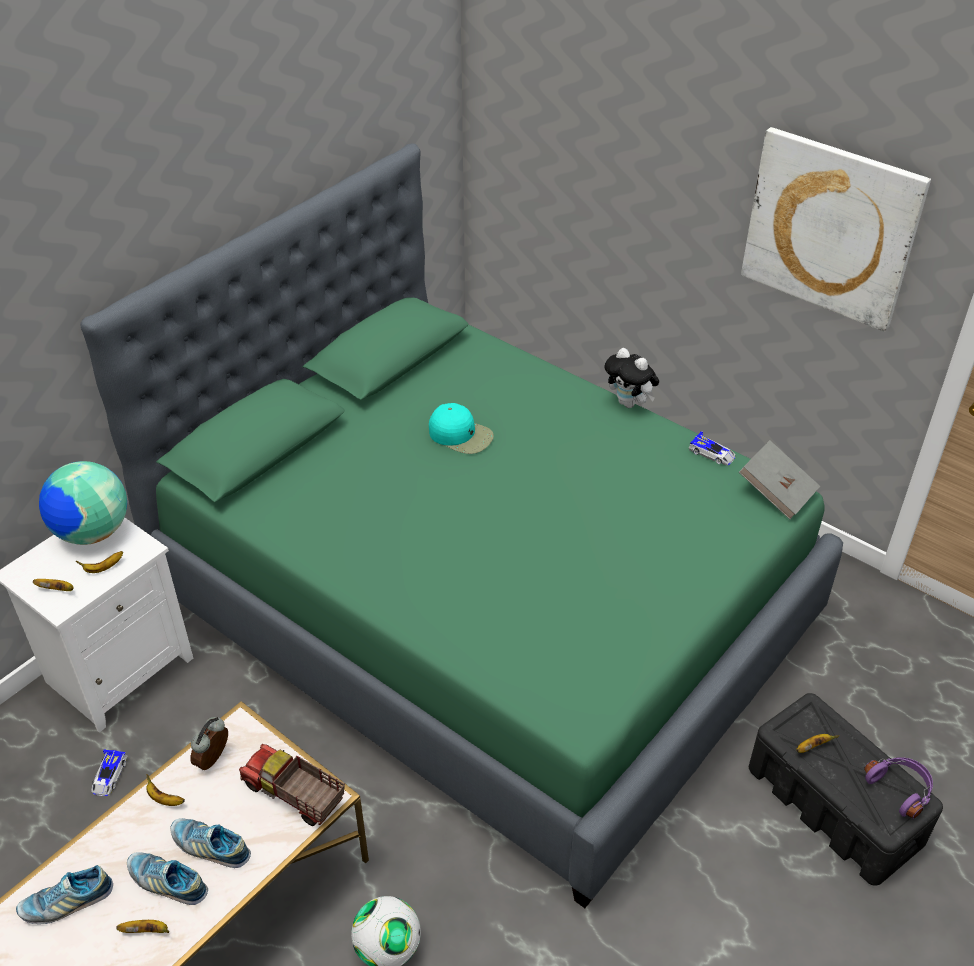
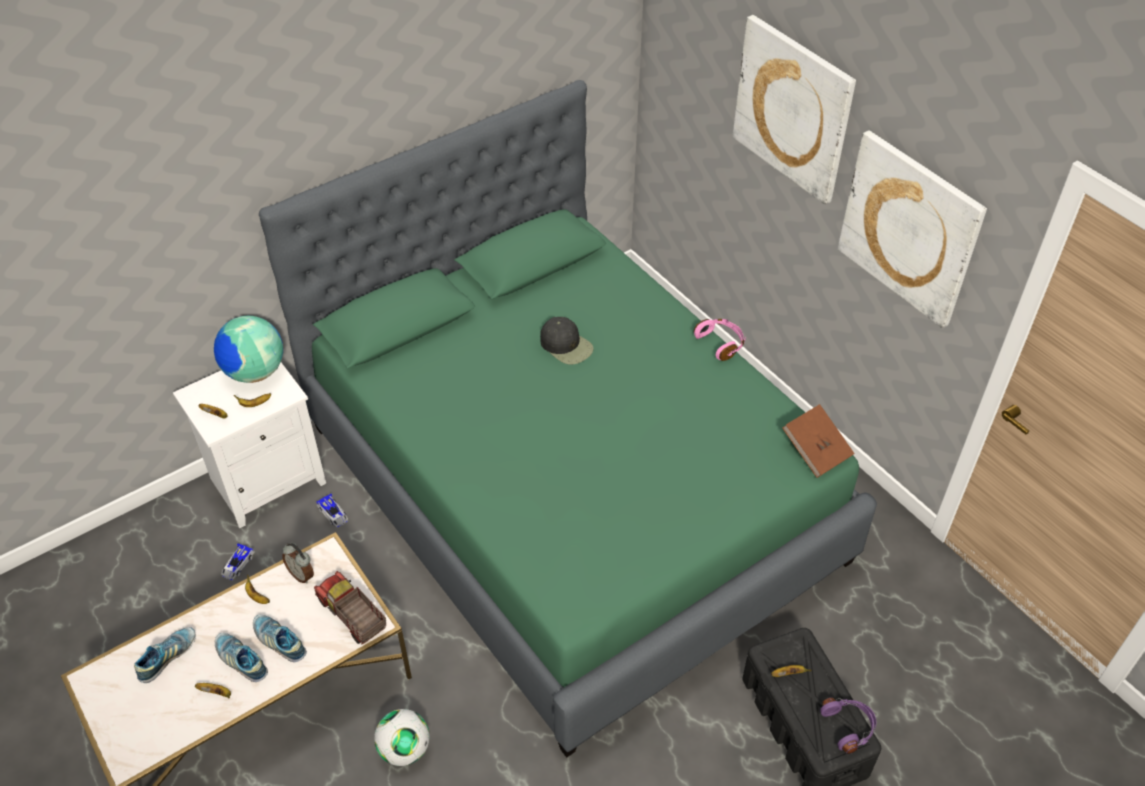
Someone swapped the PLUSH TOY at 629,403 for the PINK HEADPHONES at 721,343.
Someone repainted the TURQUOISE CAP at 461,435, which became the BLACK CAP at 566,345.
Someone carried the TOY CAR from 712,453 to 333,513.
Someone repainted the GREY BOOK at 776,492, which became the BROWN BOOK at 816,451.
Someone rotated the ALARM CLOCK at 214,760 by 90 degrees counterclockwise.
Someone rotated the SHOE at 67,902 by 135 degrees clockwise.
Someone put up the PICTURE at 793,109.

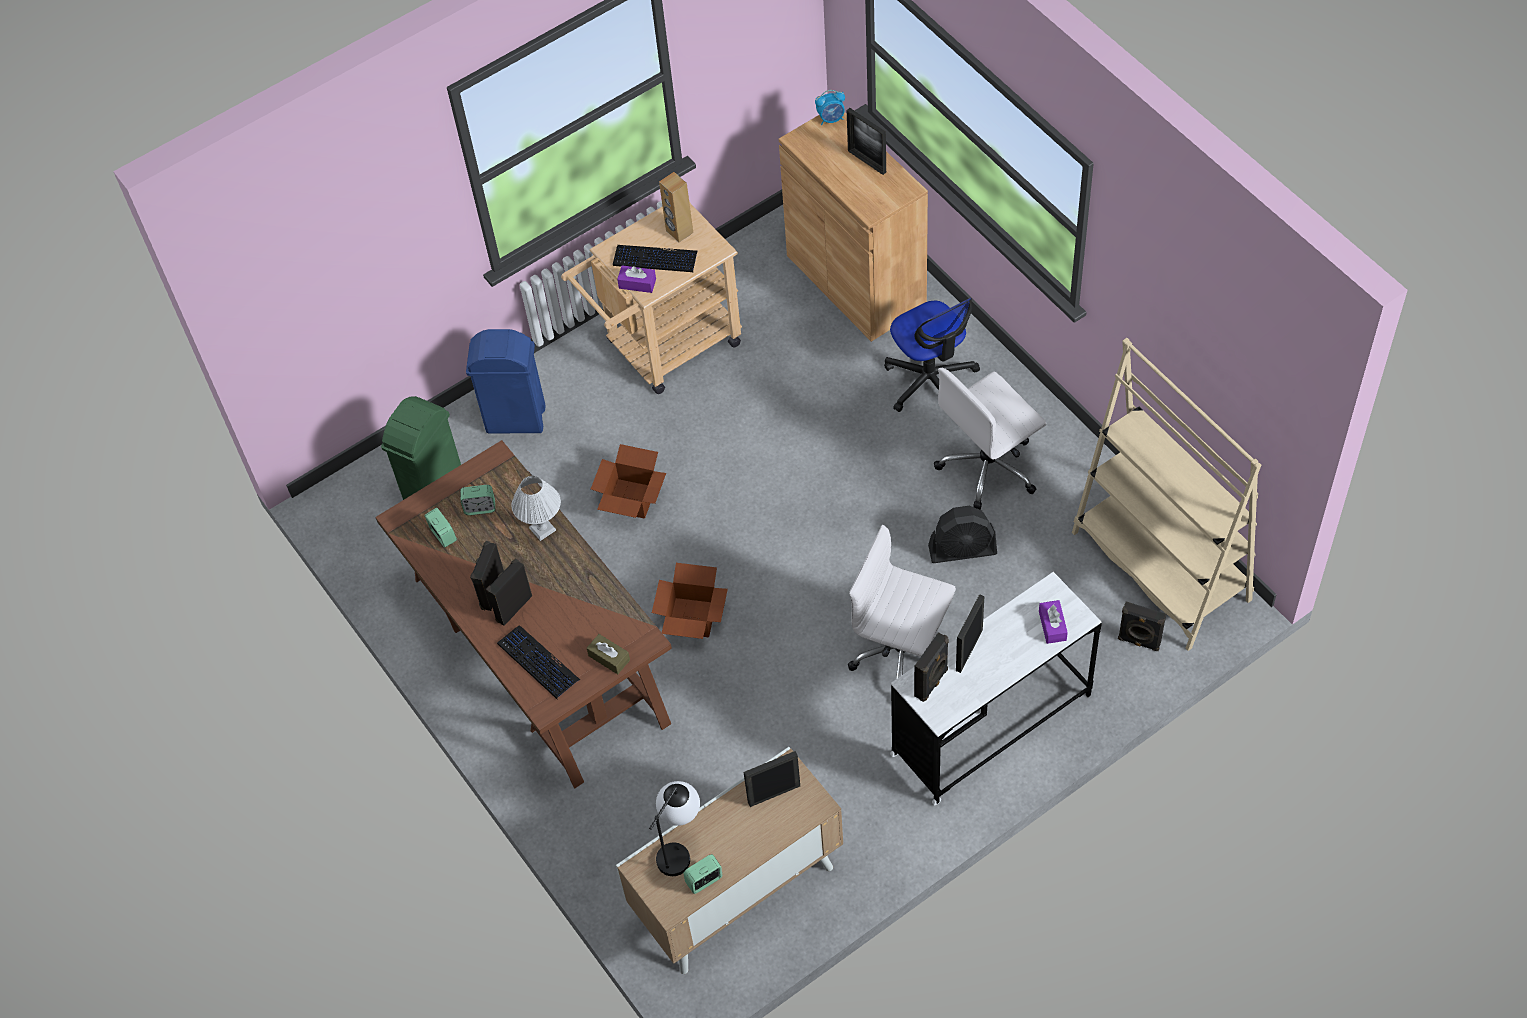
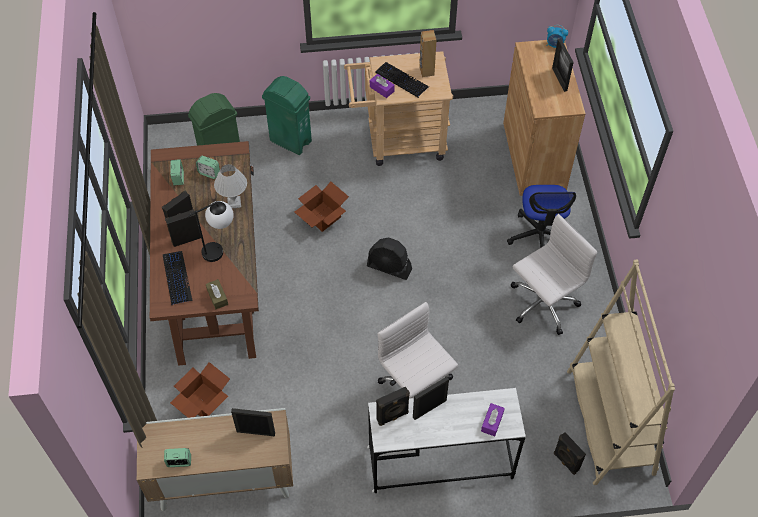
Someone repainted the BLUE TRASH CAN at 515,419, which became the GREEN TRASH CAN at 290,141.
Someone rotated the WHITE OFFICE CHAIR at 989,466 by 150 degrees clockwise.
Someone carried the BLACK FAN from 963,550 to 389,268.
Someone carried the CARDBOARD BOX from 691,618 to 202,401.
Someone carried the TABLE LAMP from 680,848 to 220,249.

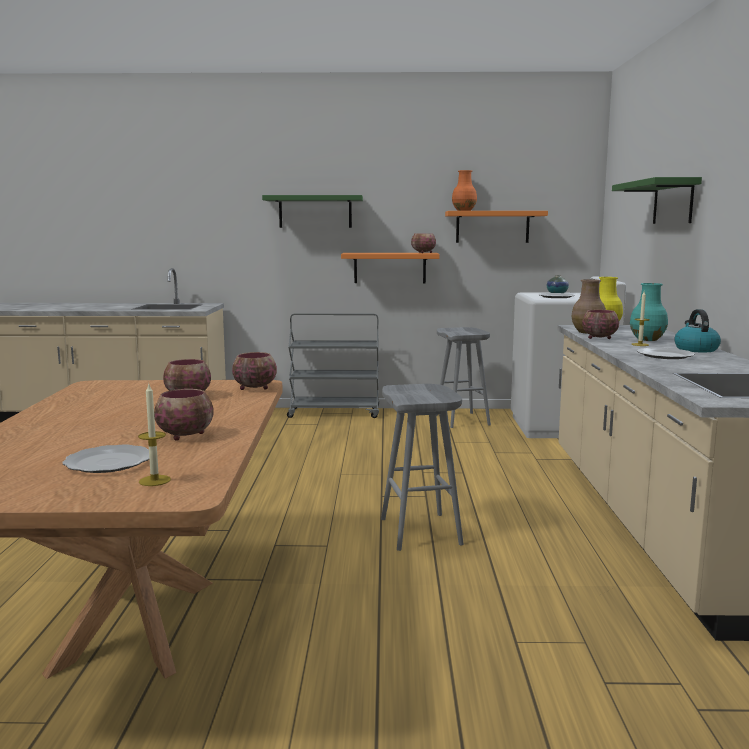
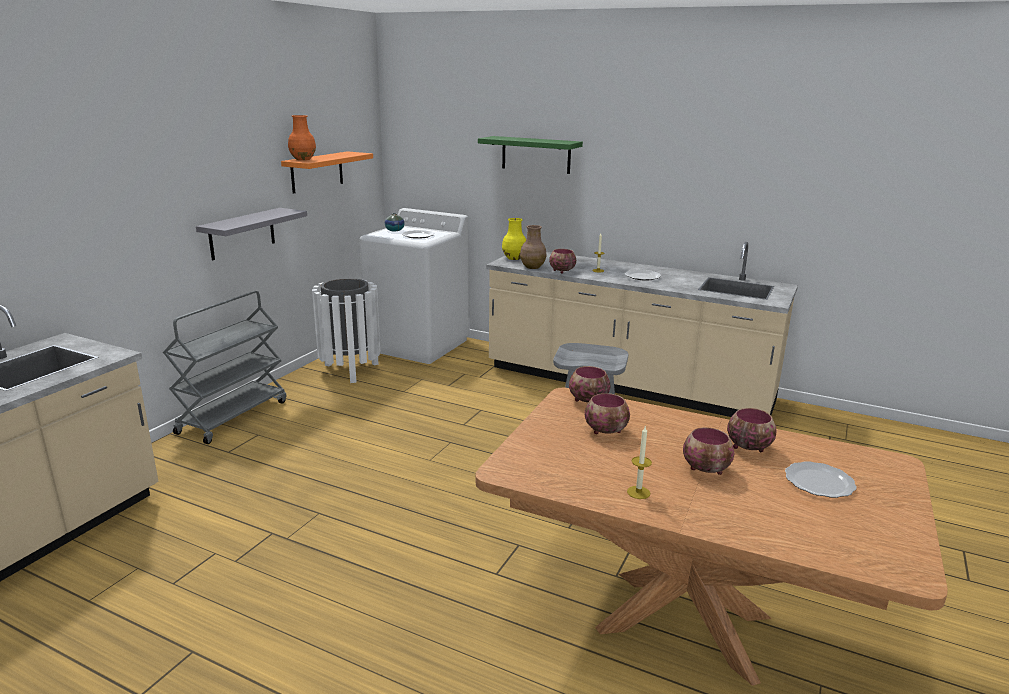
Someone took away the GREEN SHELF at 315,212.
Someone carried the BOWL from 423,253 to 707,469.
Someone repainted the ORANGE SHELF at 390,268, which became the GREY SHELF at 242,233.
Someone took away the TURQUOISE VASE at 647,339.
Someone took away the KETTLE at 695,349.
Someone swapped the GREY STOOL at 462,420 for the WHITE TRASH CAN at 350,370.
Someone carried the CANDLE from 154,480 to 638,492.

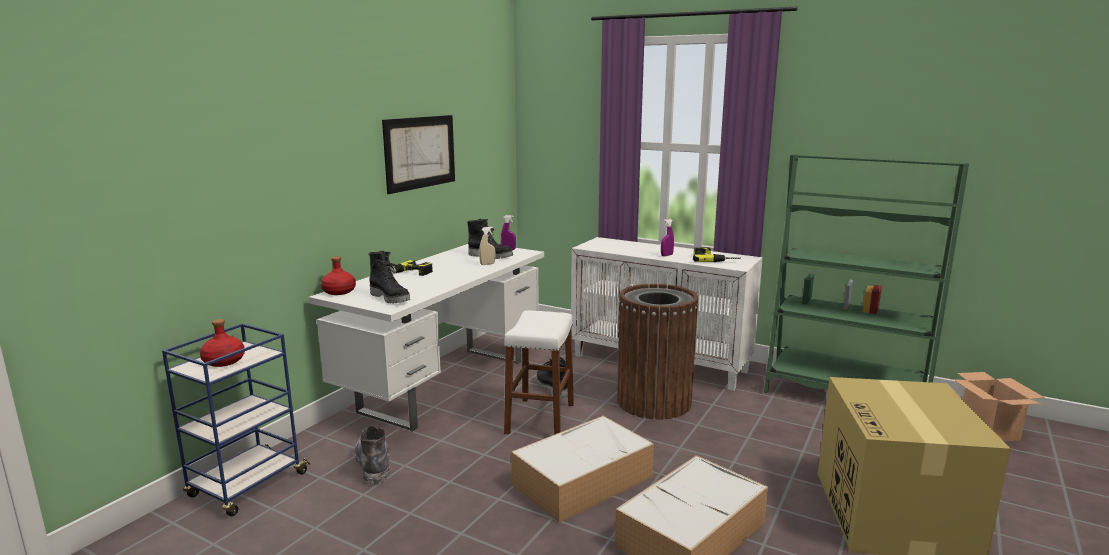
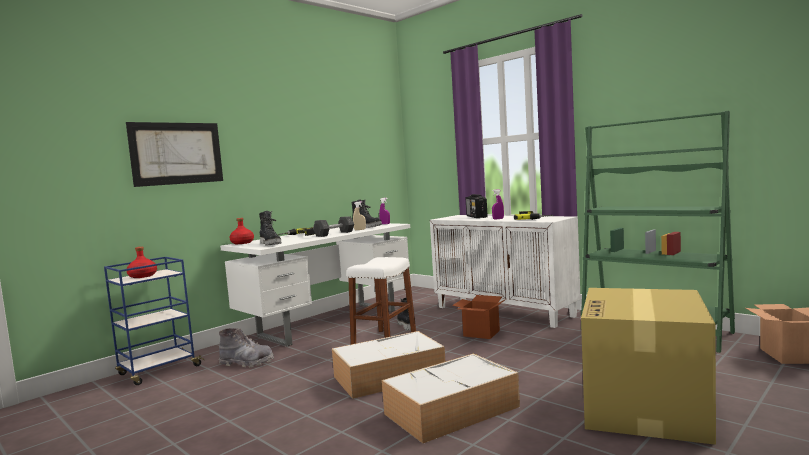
Someone carried the PICTURE from 420,152 to 177,153.
Someone swapped the BROWN TRASH CAN at 654,402 for the CARDBOARD BOX at 481,333.
Someone rotated the GREY BOOT at 373,465 by 105 degrees clockwise.
Someone put down the RADIO at 476,217.
Someone put down the GREY DUMBBELL at 334,234.

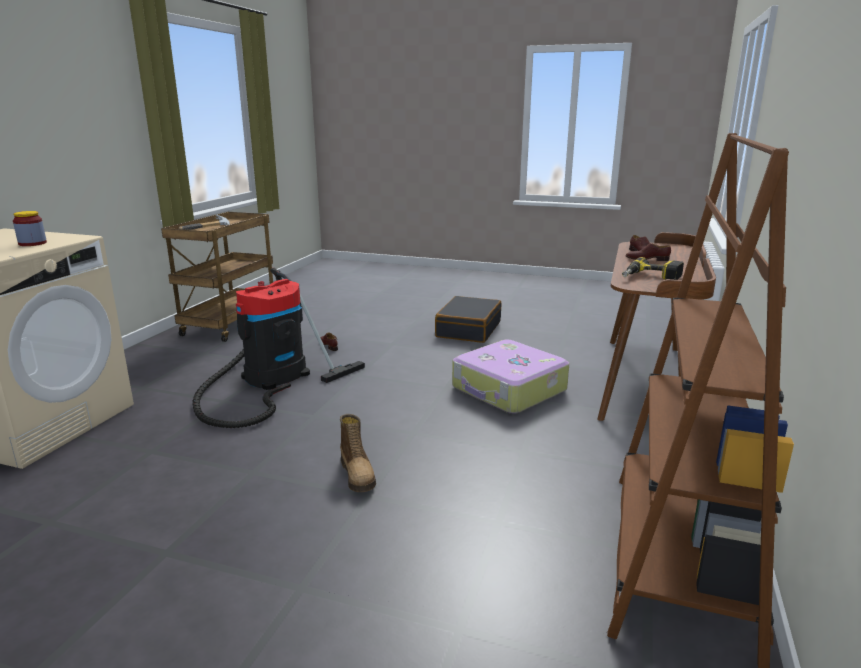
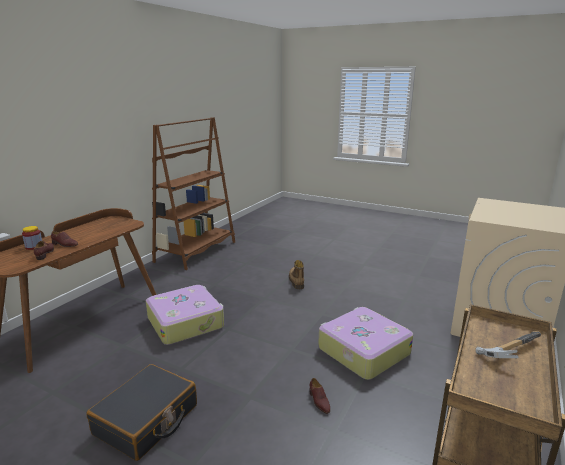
Someone carried the JAR from 32,243 to 34,246.
Someone took away the POWER DRILL at 650,278.
Someone swapped the VACUUM CLEANER at 270,379 for the SUITCASE at 362,351.

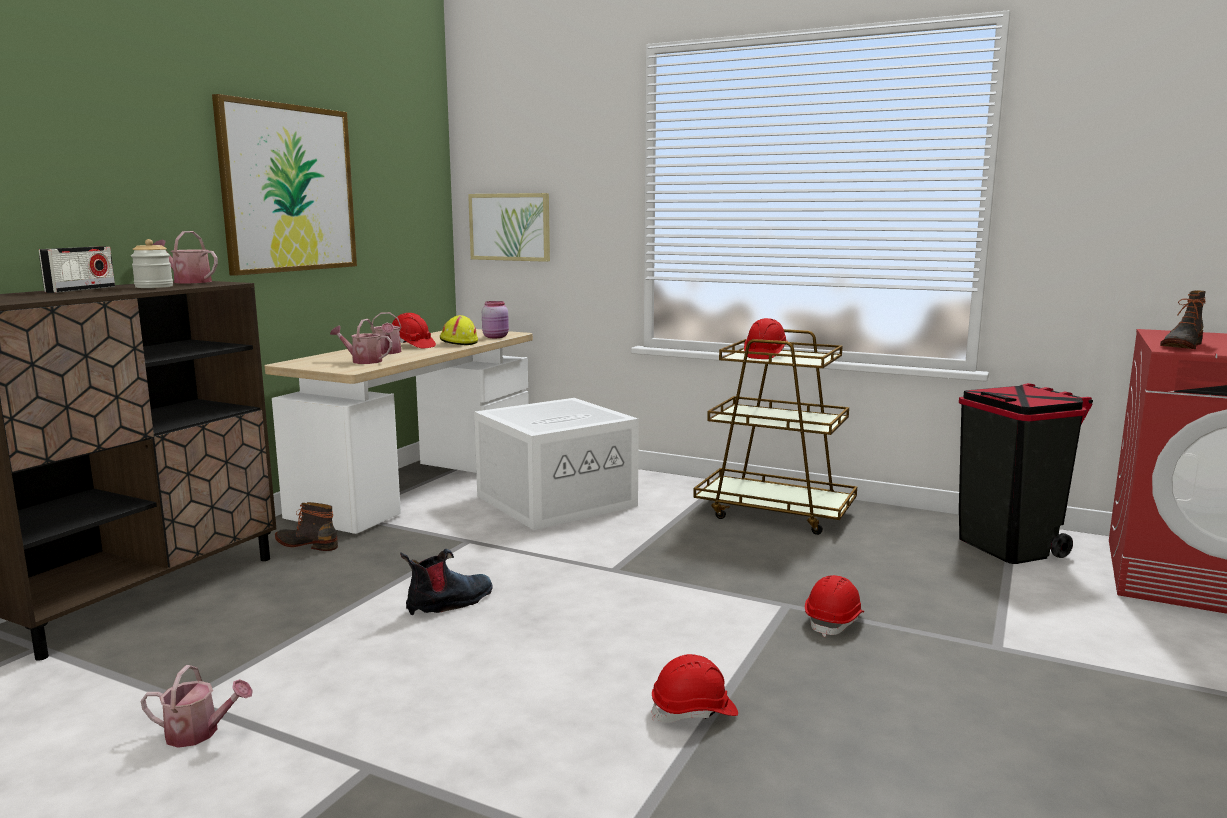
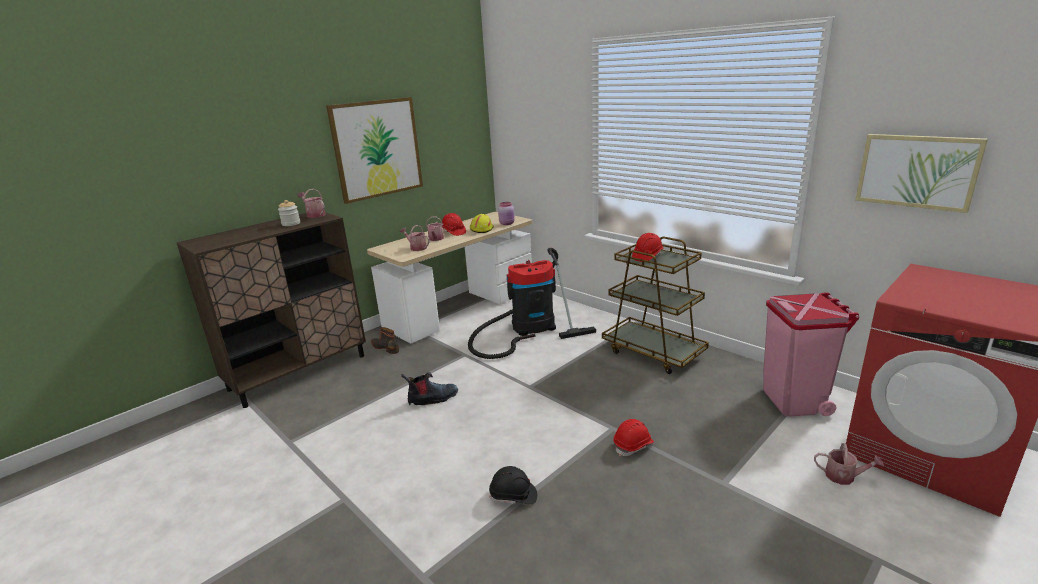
Someone carried the PICTURE from 510,227 to 917,171.
Someone took away the RADIO at 81,289.
Someone took away the BOOT at 1181,345.
Someone repainted the BLACK TRASH CAN at 1008,546, which became the PINK TRASH CAN at 794,400.
Someone swapped the WHITE STORAGE BOX at 556,500 for the VACUUM CLEANER at 528,328.
Someone repainted the RED HARD HAT at 694,712, which became the BLACK HARD HAT at 513,496.
Someone carried the WATERING CAN from 199,733 to 844,476.

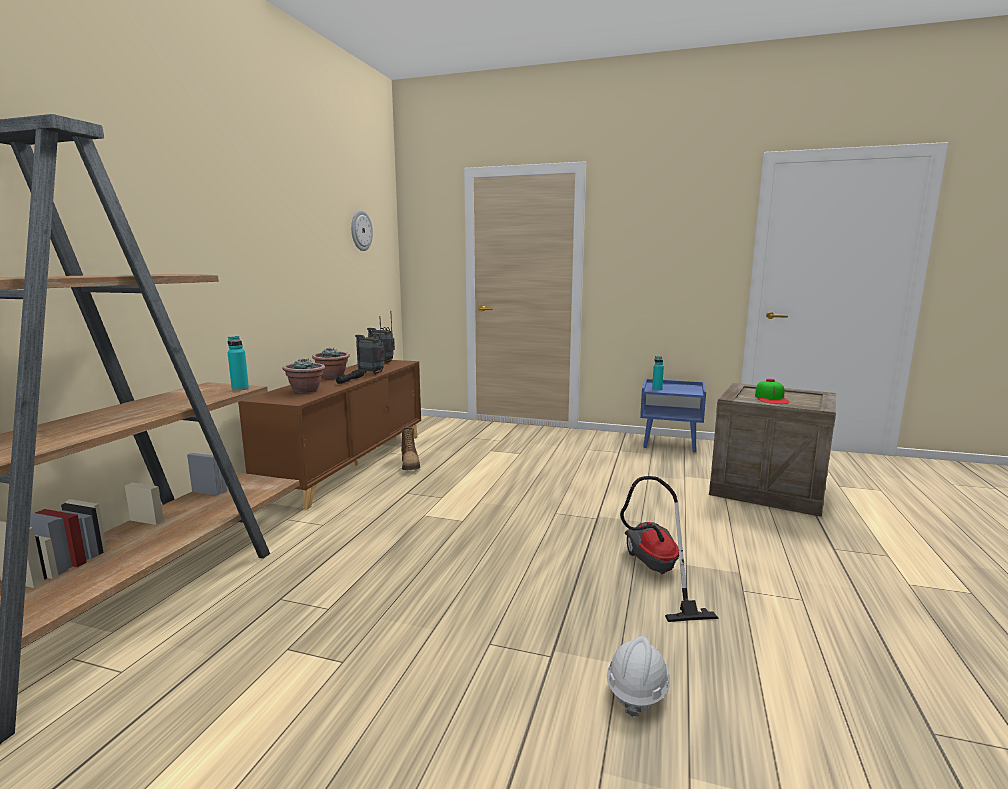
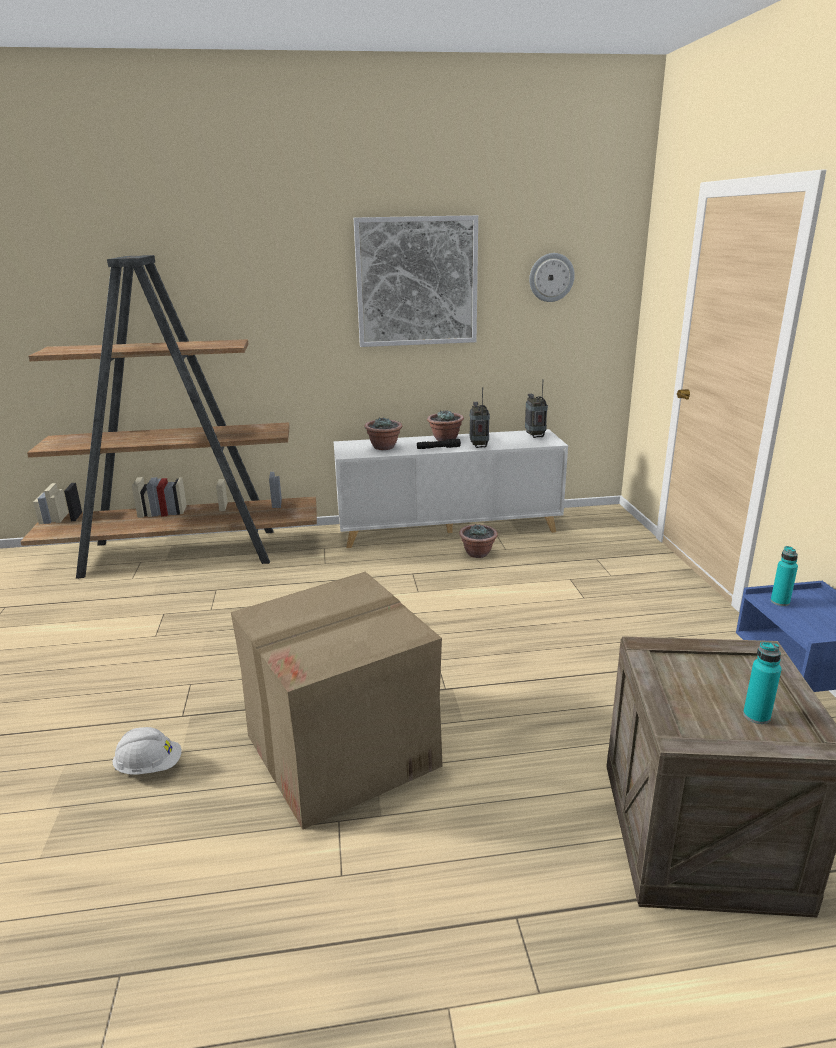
Someone carried the TURQUOISE BOTTLE from 240,389 to 756,716.
Someone repainted the BROWN CABINET at 350,464, which became the WHITE CABINET at 449,529.
Someone took away the CAP at 771,398.
Someone swapped the BOOT at 410,465 for the POTTED PLANT at 478,554.
Someone swapped the VACUUM CLEANER at 655,572 for the CARDBOARD BOX at 343,749.
Someone put up the PICTURE at 417,282.

